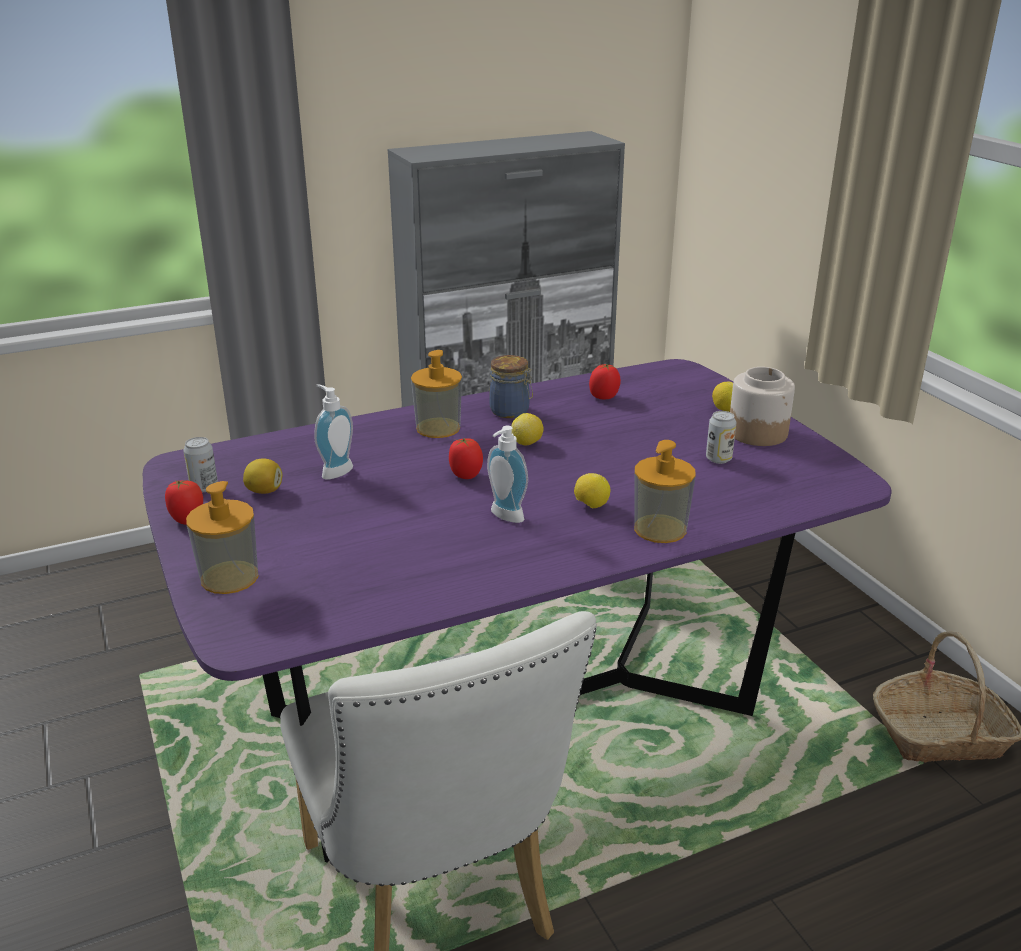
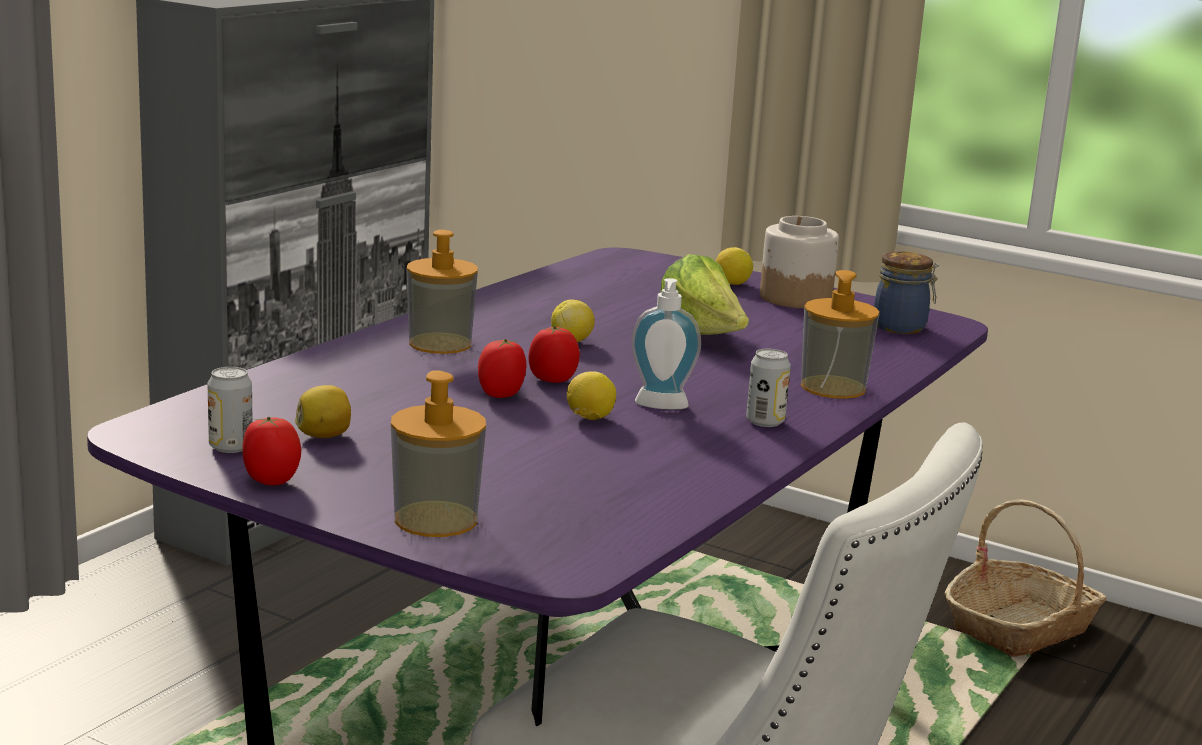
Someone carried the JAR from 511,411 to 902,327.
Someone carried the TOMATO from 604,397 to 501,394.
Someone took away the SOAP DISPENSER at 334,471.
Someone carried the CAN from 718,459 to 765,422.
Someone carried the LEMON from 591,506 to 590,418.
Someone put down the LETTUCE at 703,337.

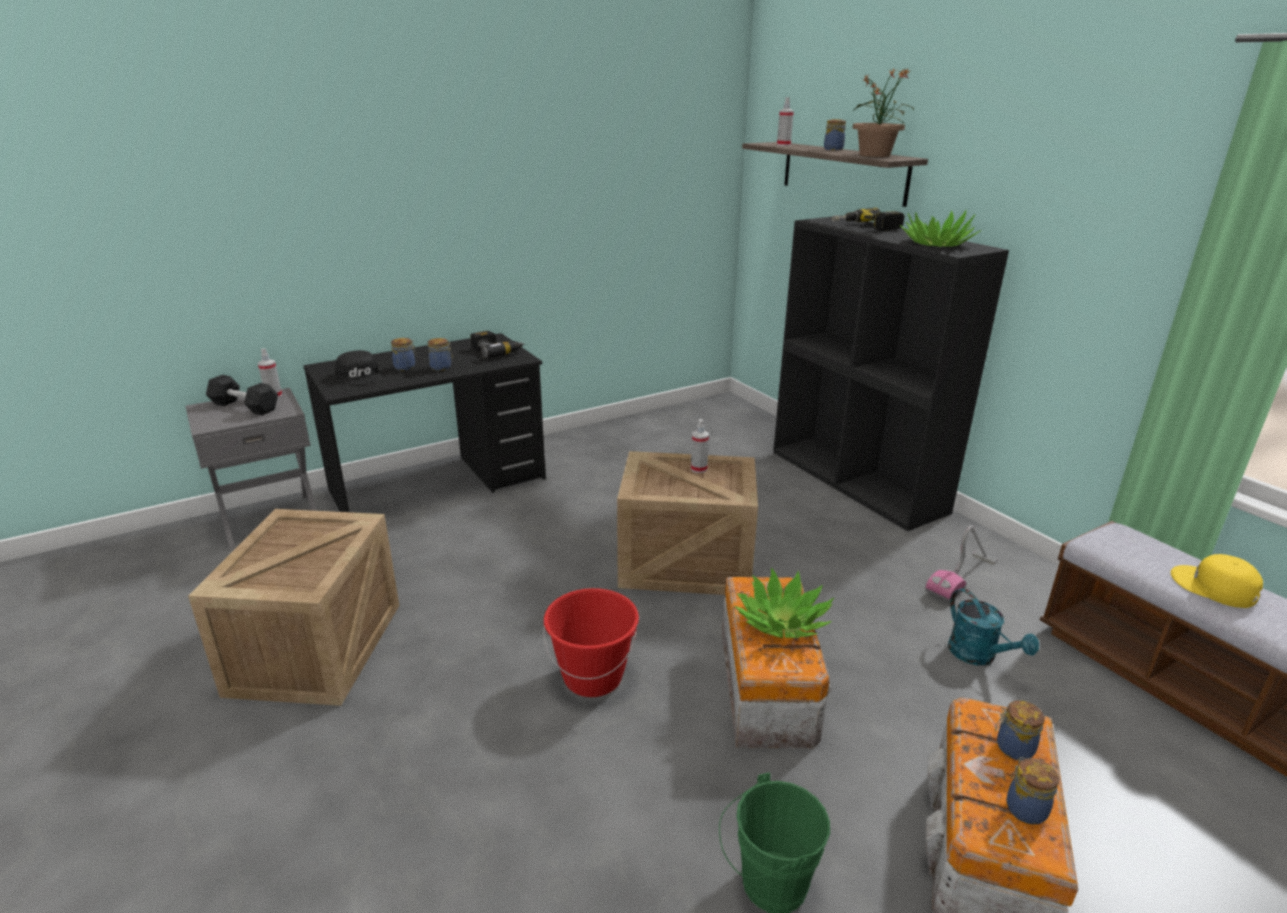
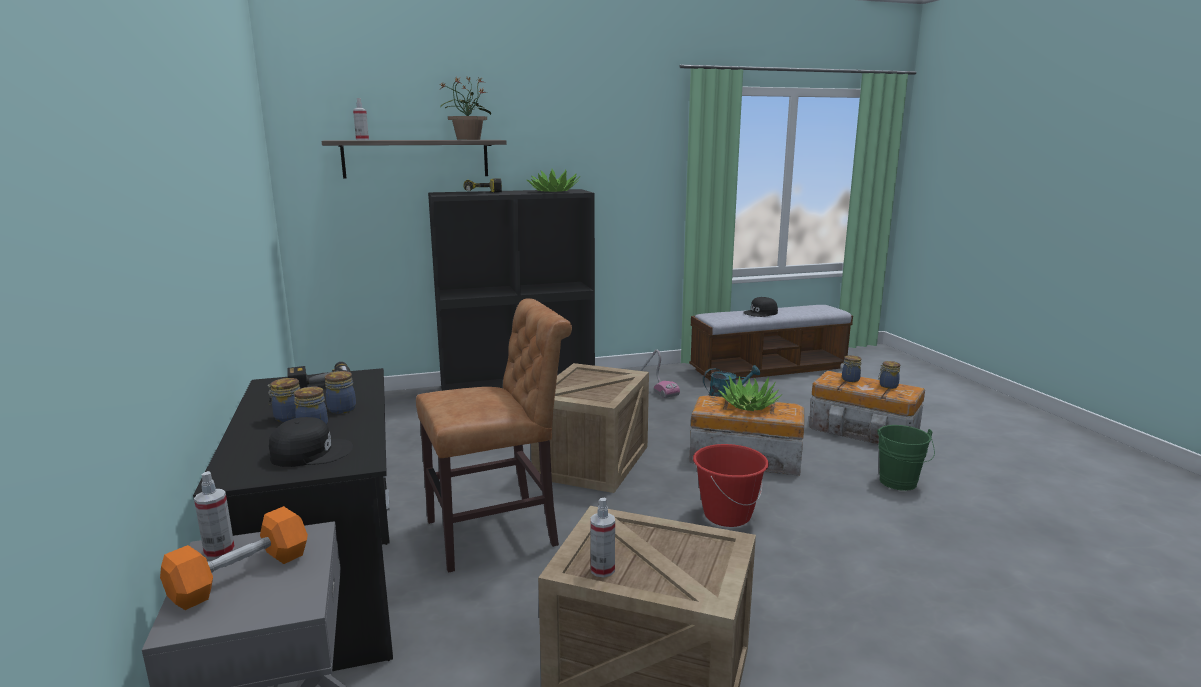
Someone carried the JAR from 832,149 to 287,417.
Someone repainted the BLACK DUMBBELL at 244,407, which became the ORANGE DUMBBELL at 241,575.
Someone carried the SPRAY BOTTLE from 698,469 to 602,570.
Someone repainted the YELLOW CAP at 1214,587, which became the BLACK CAP at 761,313.
Someone put down the BROWN CHAIR at 499,532.

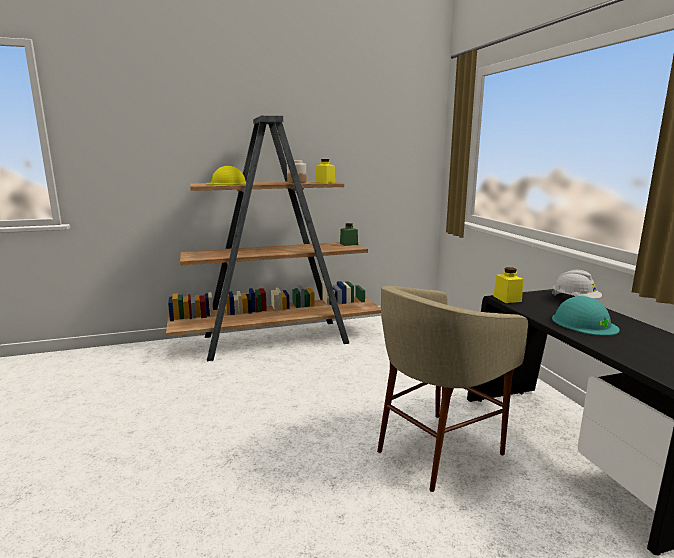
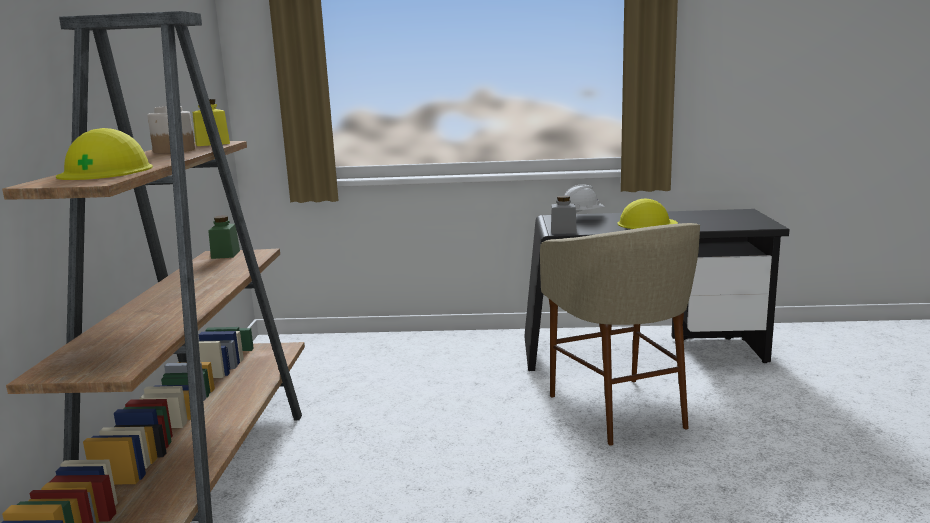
Someone repainted the YELLOW JAR at 507,299, which became the GREY JAR at 563,231.
Someone repainted the TURQUOISE HARD HAT at 584,323, which became the YELLOW HARD HAT at 646,223.

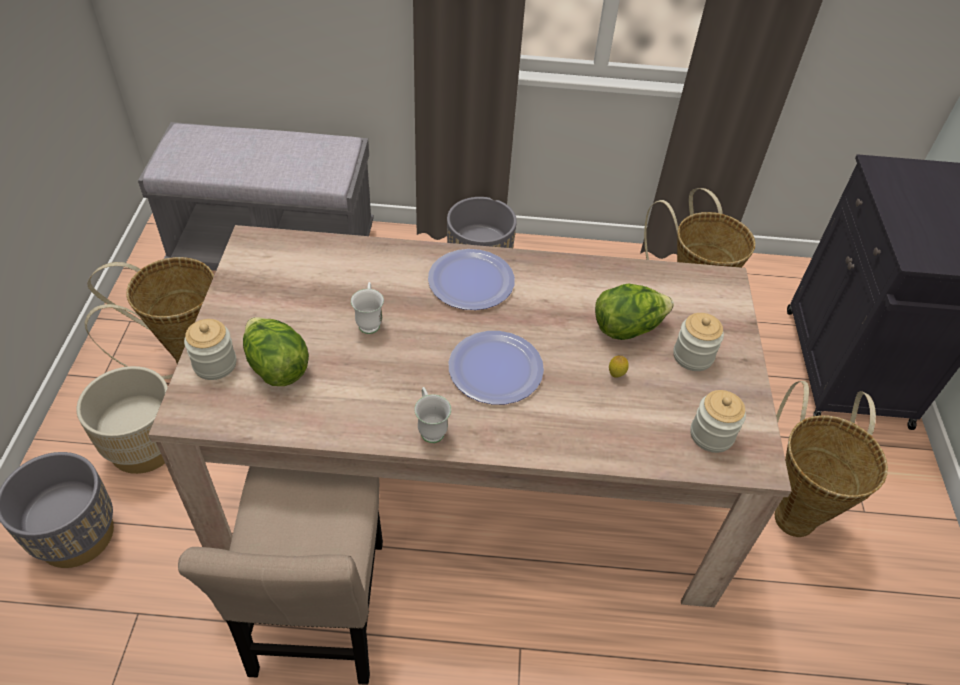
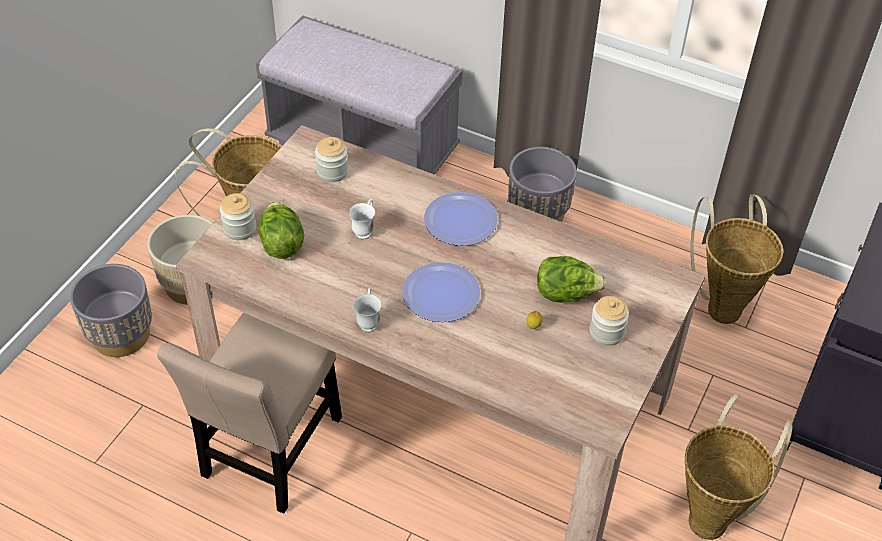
Someone carried the JAR from 711,435 to 332,172.

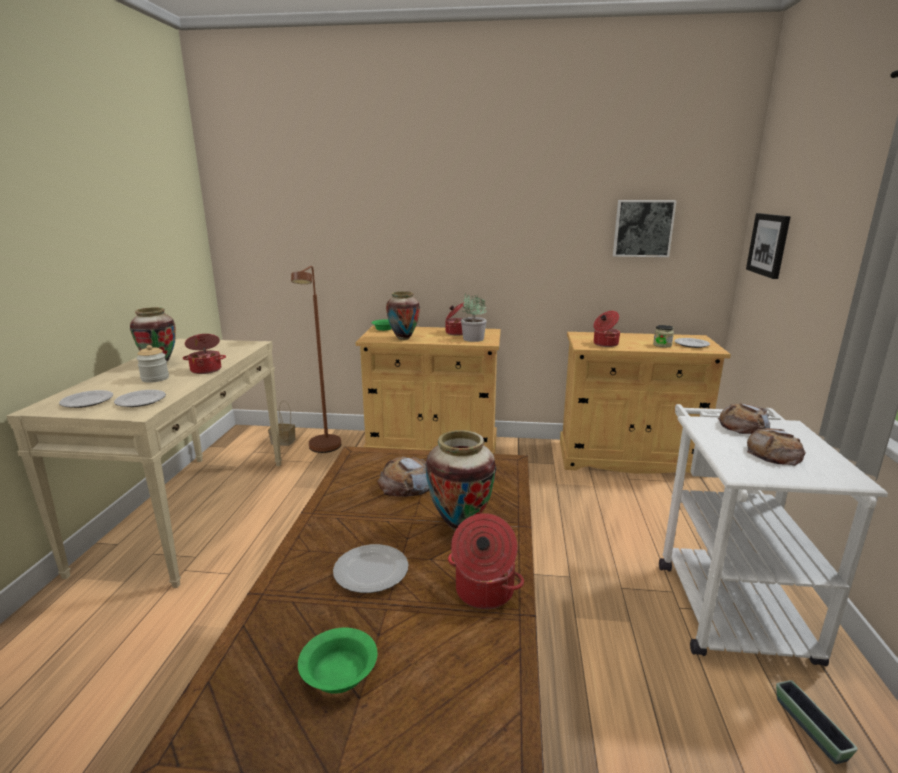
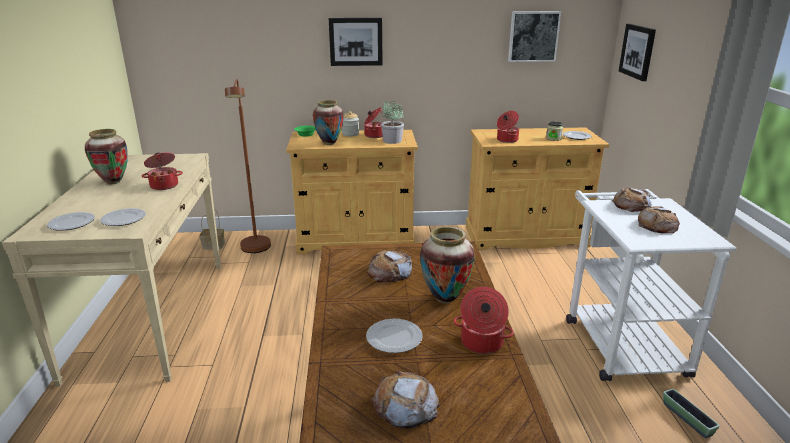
Someone carried the JAR from 155,378 to 350,134.
Someone swapped the GREEN BOWL at 338,675 for the BREAD at 405,406.
Someone put up the PICTURE at 356,41.

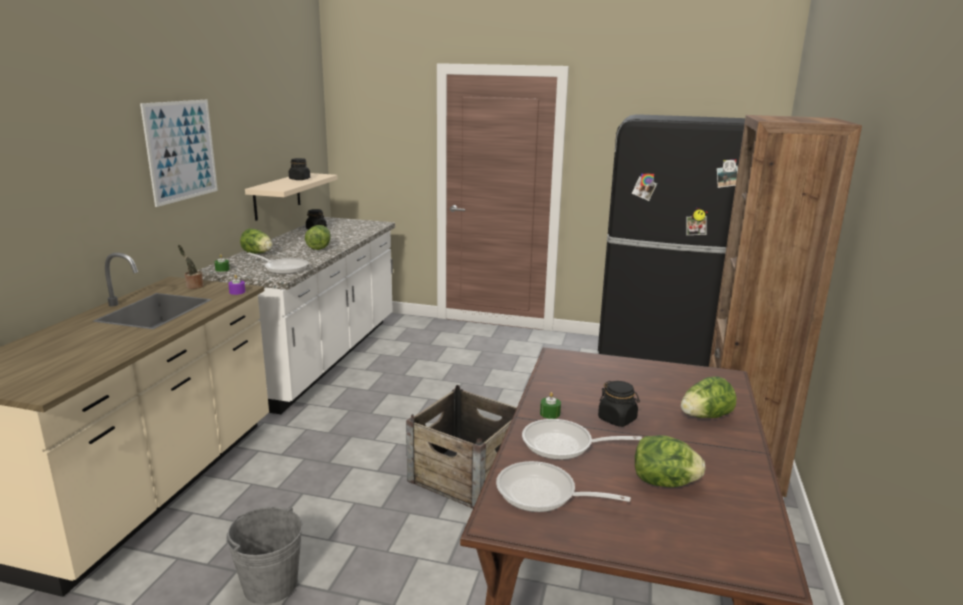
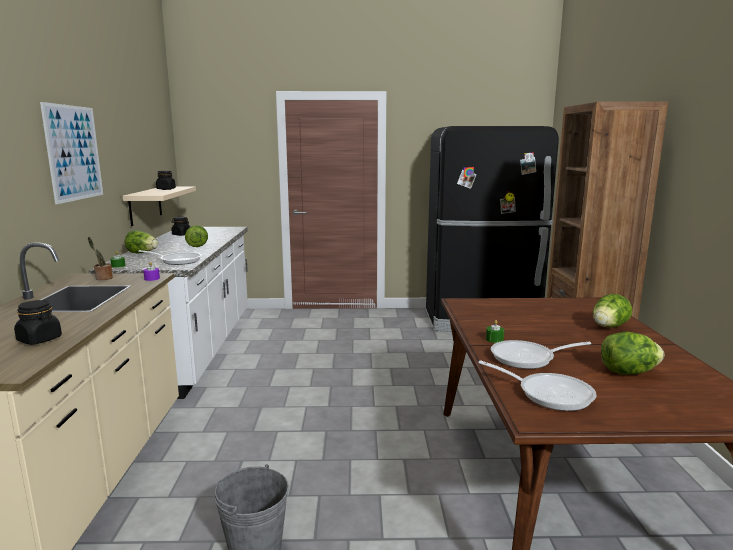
Someone carried the BLACK JAR from 617,419 to 40,339.
Someone took away the CRATE at 467,474.
Someone rotated the FRYING PAN at 543,494 by 150 degrees counterclockwise.

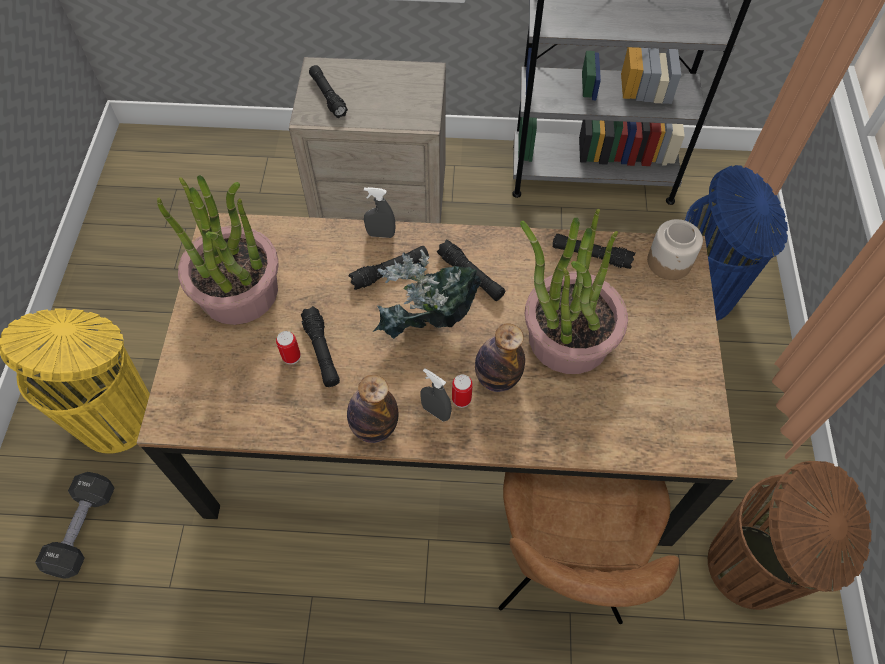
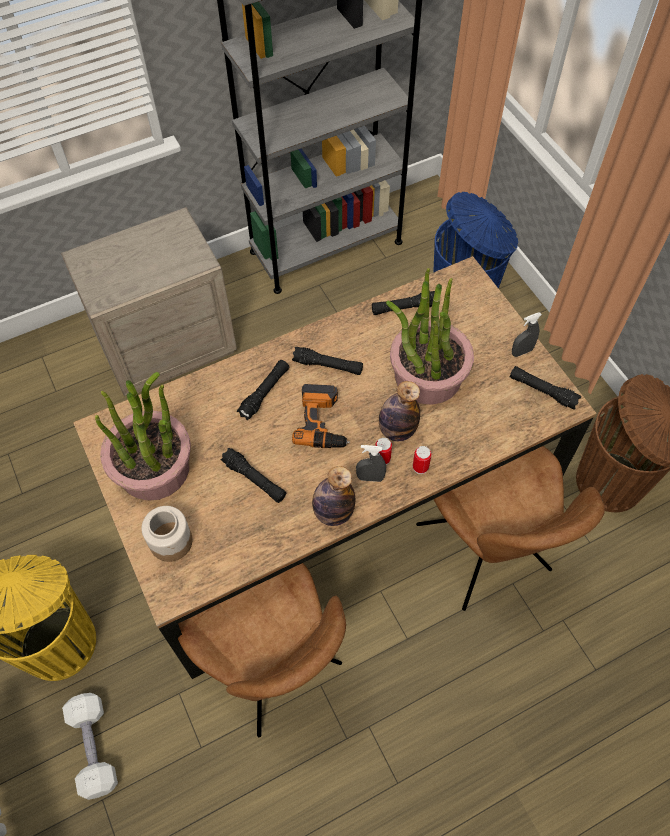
Someone carried the BLACK FLASHLIGHT from 328,96 to 542,391.
Someone carried the GREY SPRAY BOTTLE from 381,234 to 521,352.
Someone carried the JAR from 669,262 to 171,541.
Someone swapped the POTTED PLANT at 427,330 for the POWER DRILL at 323,422.
Someone carried the CAN from 291,356 to 420,467.
Someone repainted the BLACK DUMBBELL at 83,529, which became the WHITE DUMBBELL at 94,747.
Someone put down the BROWN CHAIR at 271,663.

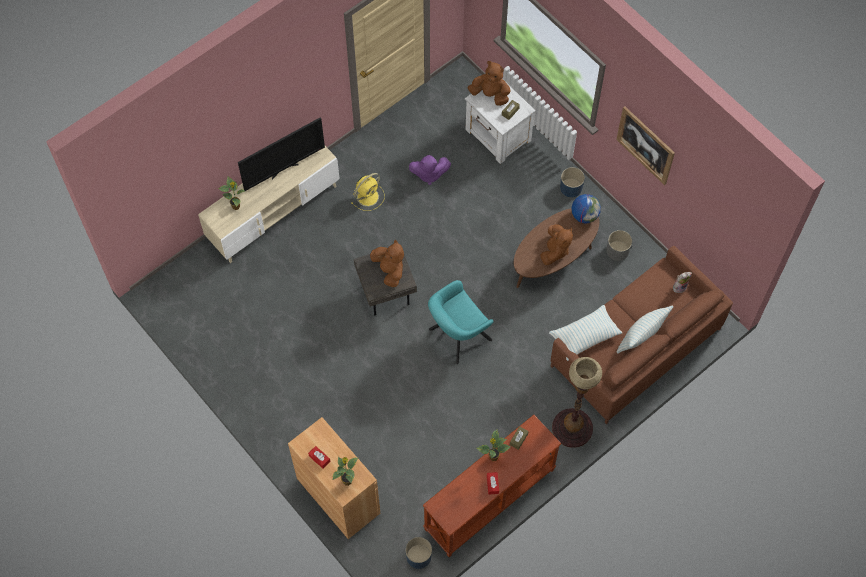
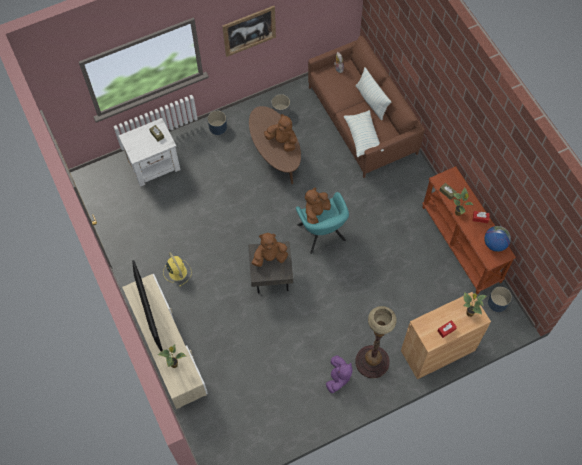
Someone carried the BROWN PLUSH TOY from 490,94 to 316,212.
Someone carried the PURPLE PLUSH TOY from 429,174 to 338,378.
Someone carried the GLOBE from 584,215 to 494,244.
Someone carried the FLOOR LAMP from 572,428 to 372,361.

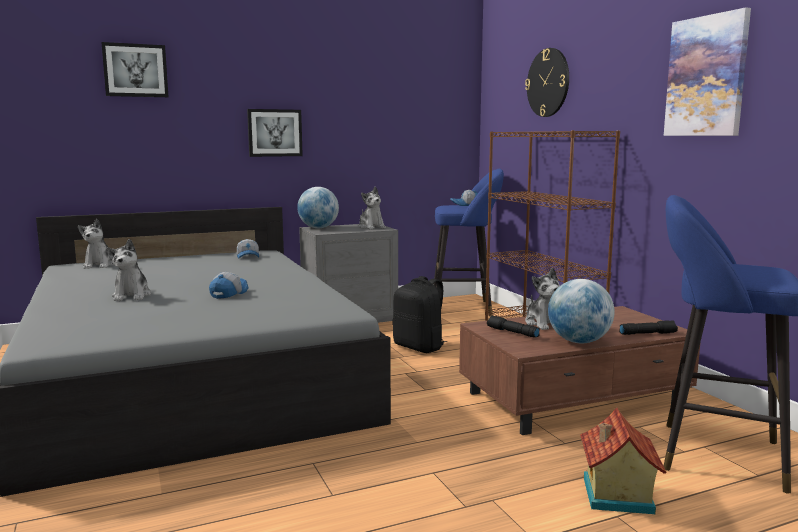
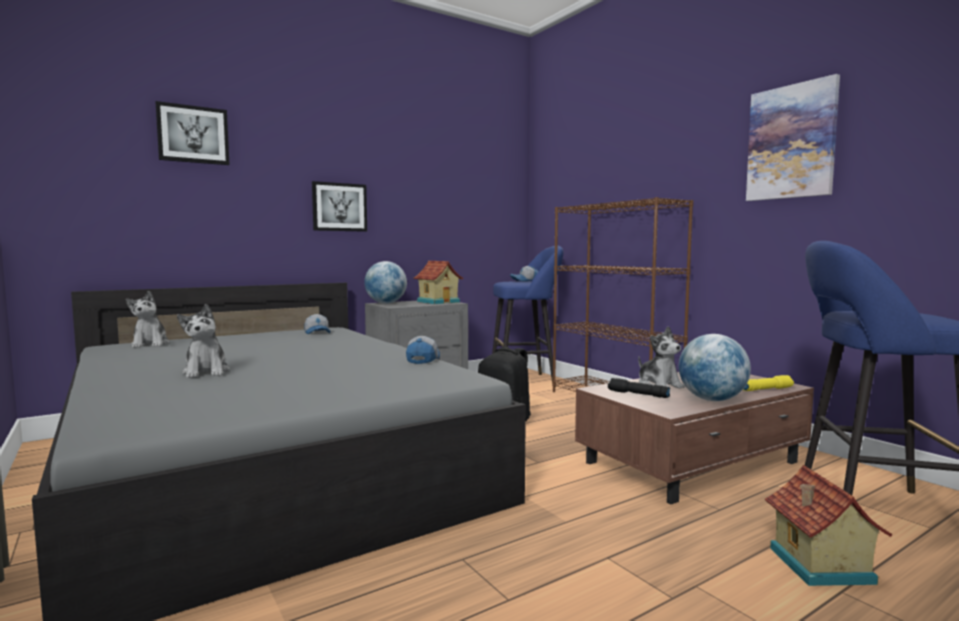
Someone took away the WALL CLOCK at 548,82.
Someone swapped the PLUSH TOY at 371,227 for the TOY HOUSE at 439,302.
Someone carried the CAP from 228,293 to 422,359.
Someone repainted the BLACK FLASHLIGHT at 647,333, which became the YELLOW FLASHLIGHT at 766,389.

